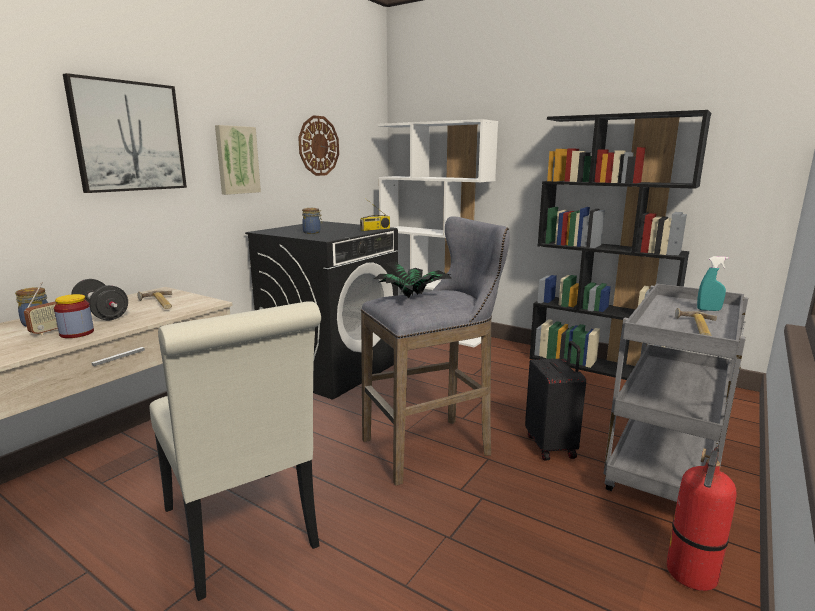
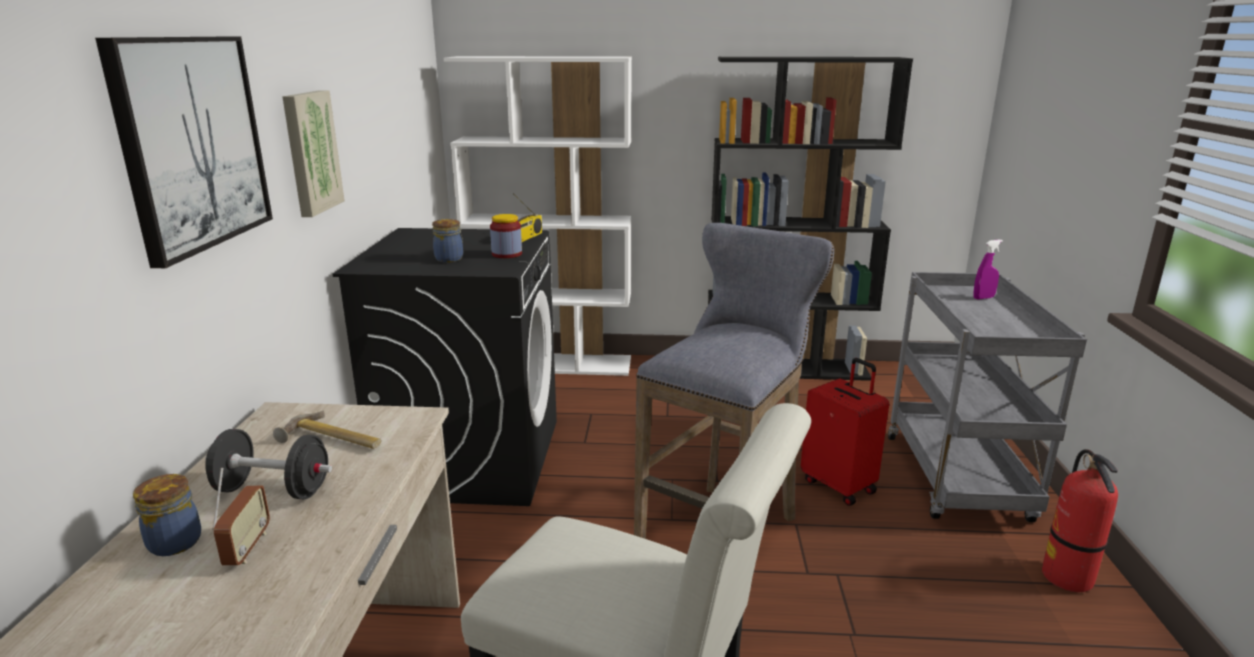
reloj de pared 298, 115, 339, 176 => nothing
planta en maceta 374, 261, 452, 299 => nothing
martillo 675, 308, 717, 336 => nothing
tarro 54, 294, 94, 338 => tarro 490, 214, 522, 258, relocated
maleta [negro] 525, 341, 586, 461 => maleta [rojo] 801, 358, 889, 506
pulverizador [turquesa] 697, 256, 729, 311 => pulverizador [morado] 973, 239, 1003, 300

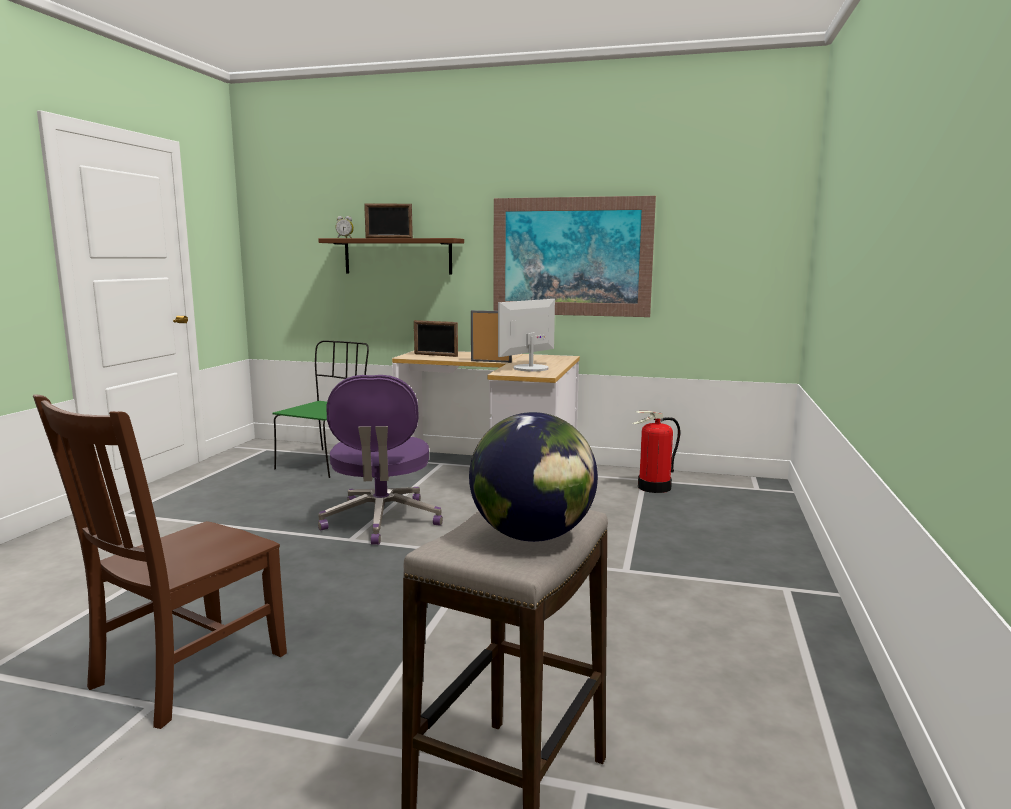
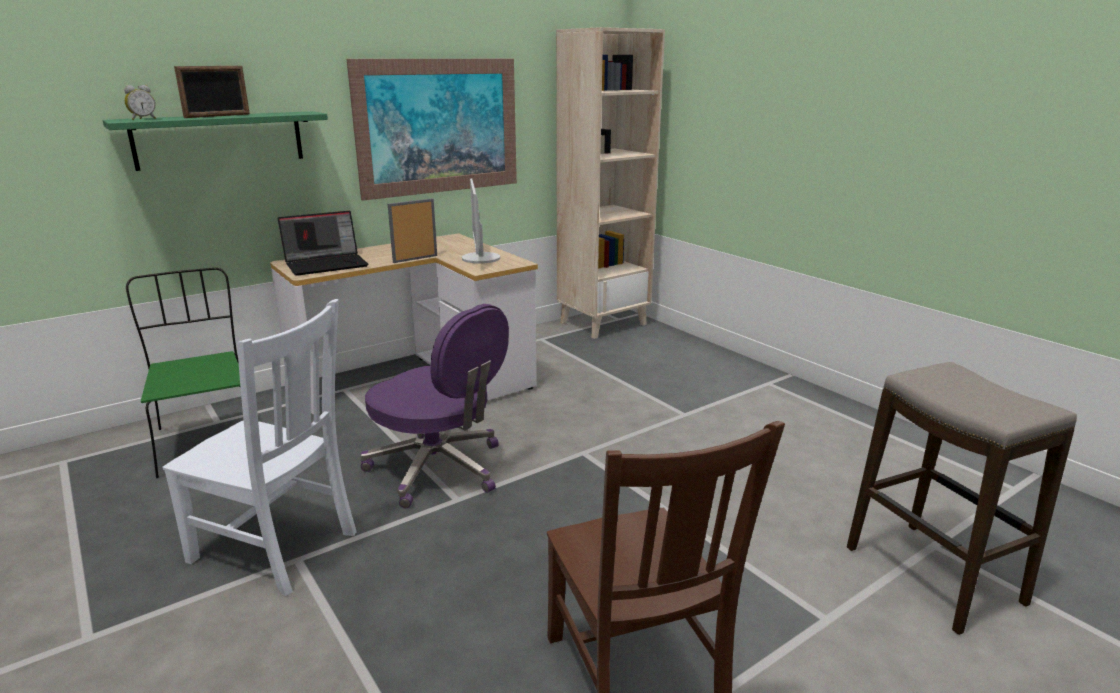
globo terráqueo 469, 412, 598, 542 => nothing
extintor 633, 411, 681, 493 => nothing
nothing => silla [blanco] 162, 299, 357, 596
nothing => estantería [beis] 556, 27, 665, 339
portarretratos 414, 320, 458, 357 => portátil 278, 211, 368, 276
estante [marrón] 318, 238, 464, 275 => estante [verde] 103, 111, 328, 171

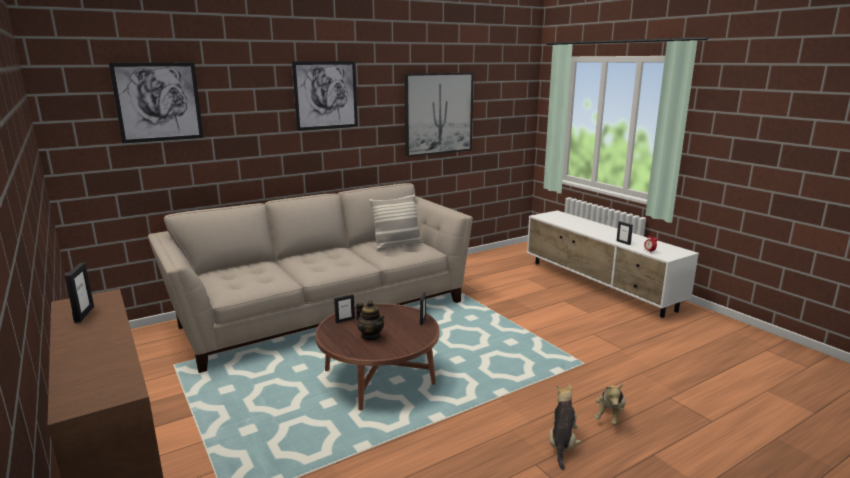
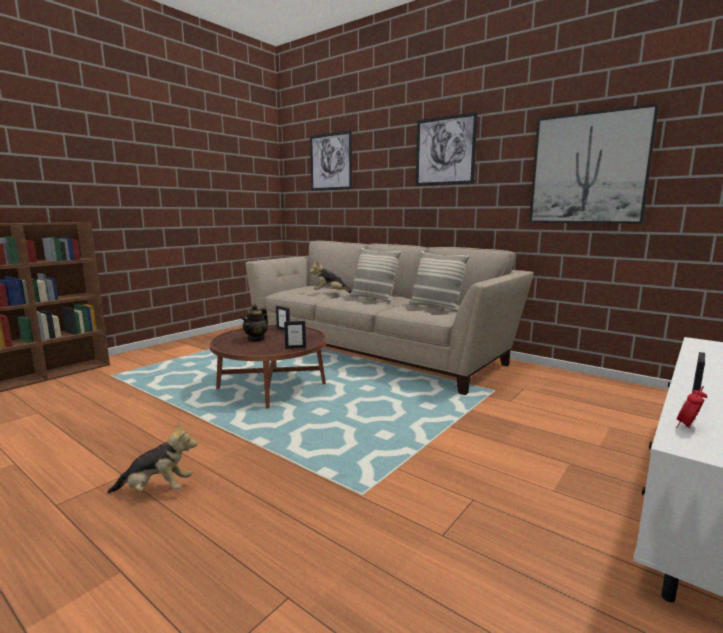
portarretratos 65, 263, 94, 323 => nothing
nothing => cojín 350, 248, 401, 302
peluche 594, 384, 626, 426 => peluche 309, 261, 352, 293, relocated

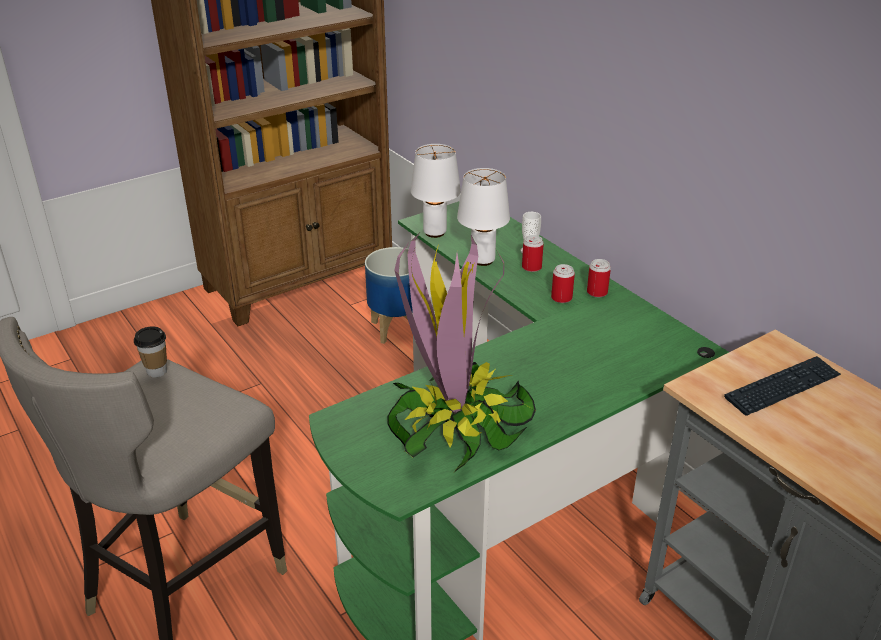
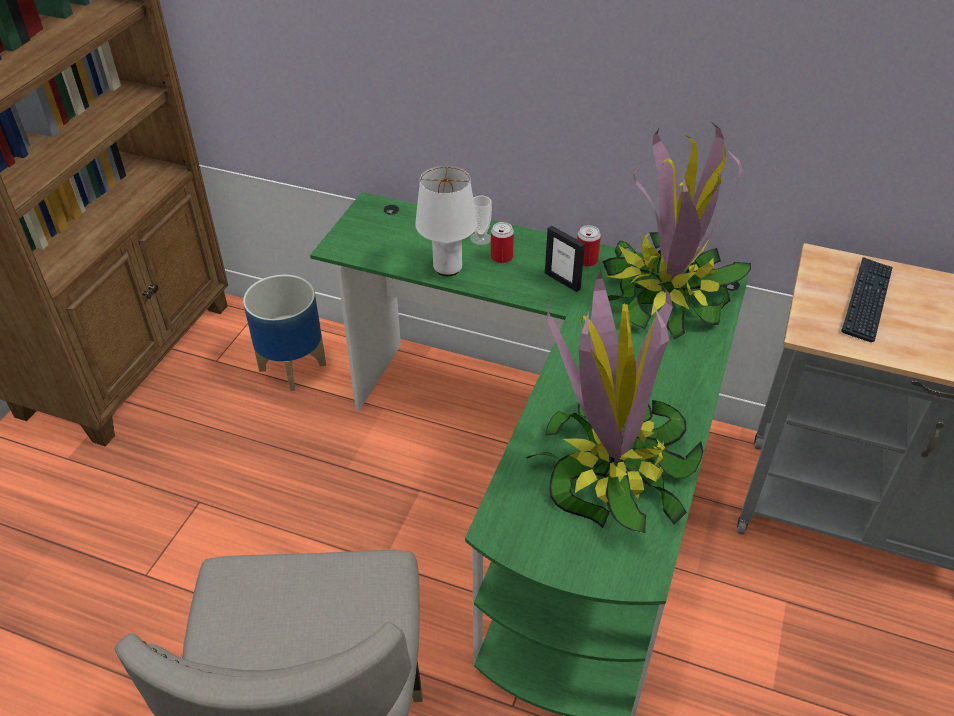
taza 134, 326, 167, 378 => nothing
lámpara de mesa [blanco] 411, 144, 461, 238 => nothing
nothing => planta en maceta 602, 122, 751, 340
lata 551, 264, 575, 303 => portarretratos 545, 225, 585, 292

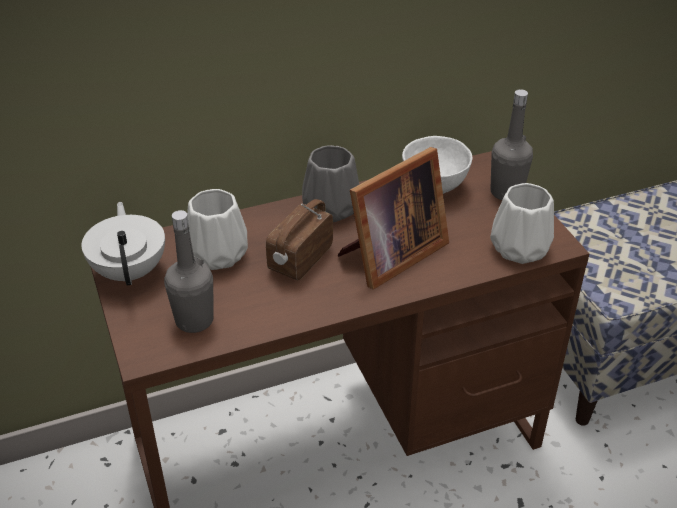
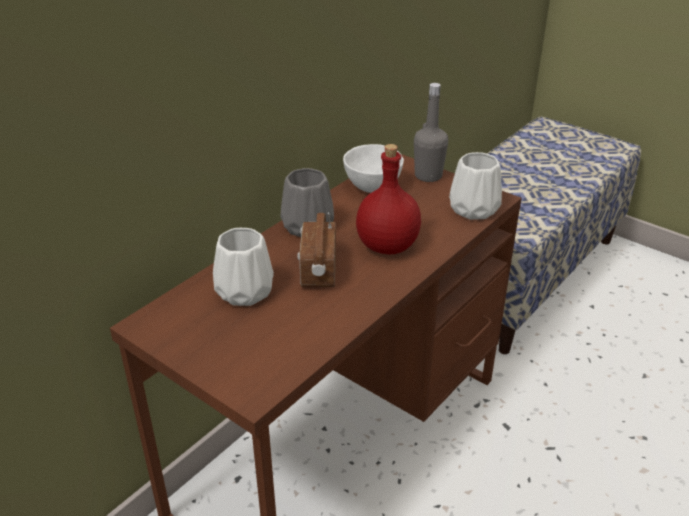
tetera [blanco] 81, 202, 165, 286 => nothing
botella [gris] 164, 210, 214, 333 => nothing
portarretratos 338, 147, 449, 289 => botella [rojo] 356, 144, 421, 254

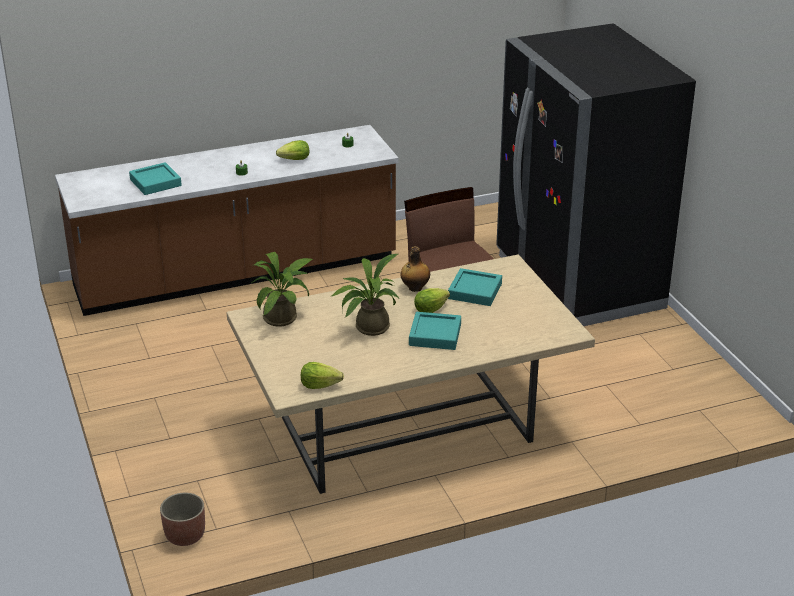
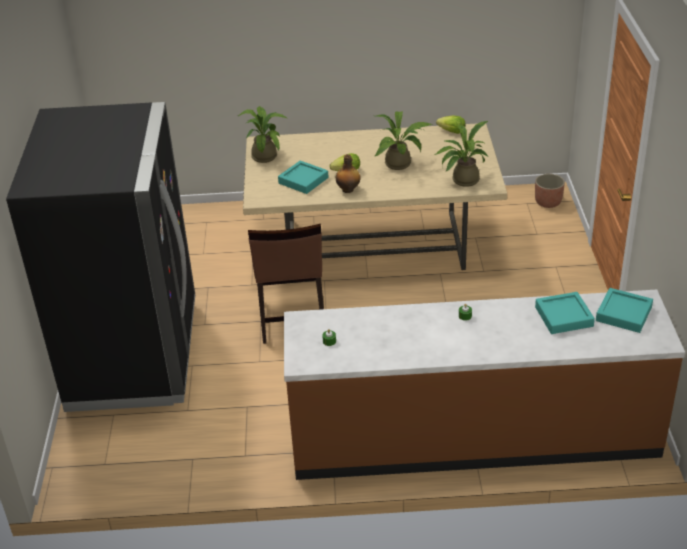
lechuga 276, 140, 309, 160 => nothing
nothing => planta en maceta 238, 106, 288, 163
bandeja [turquesa] 409, 312, 461, 350 => bandeja [turquesa] 596, 288, 653, 333, relocated

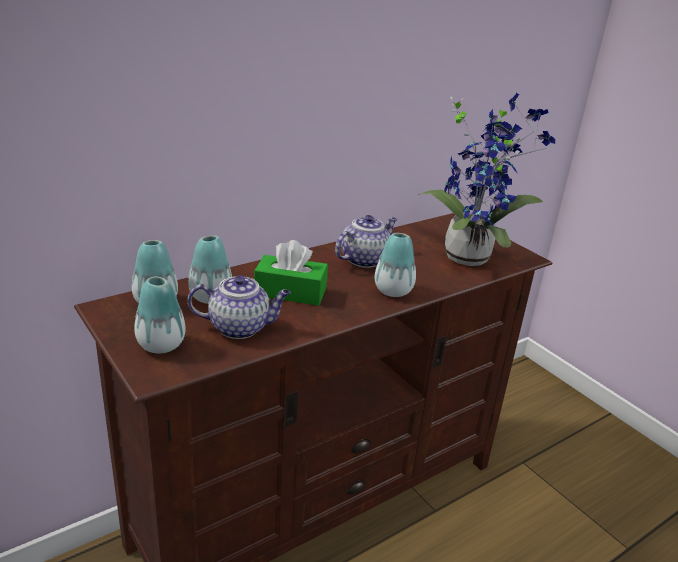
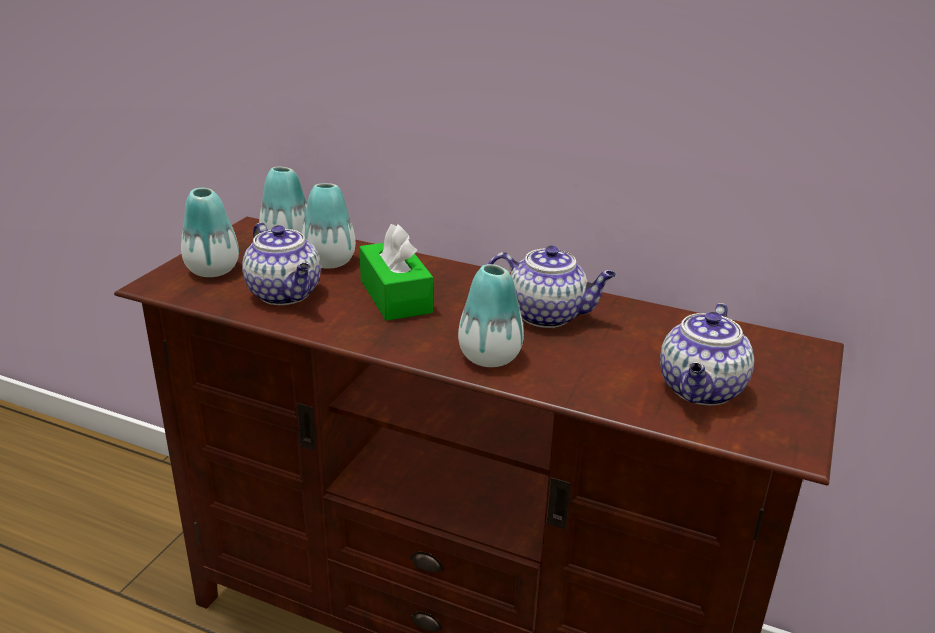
planta en maceta 418, 93, 555, 266 => tetera 660, 303, 754, 405

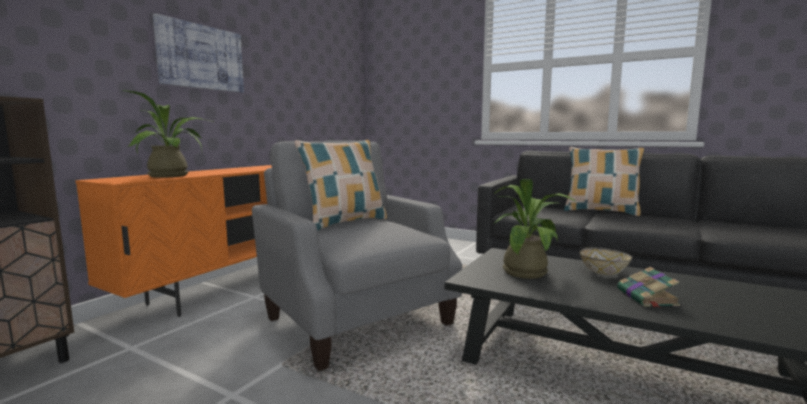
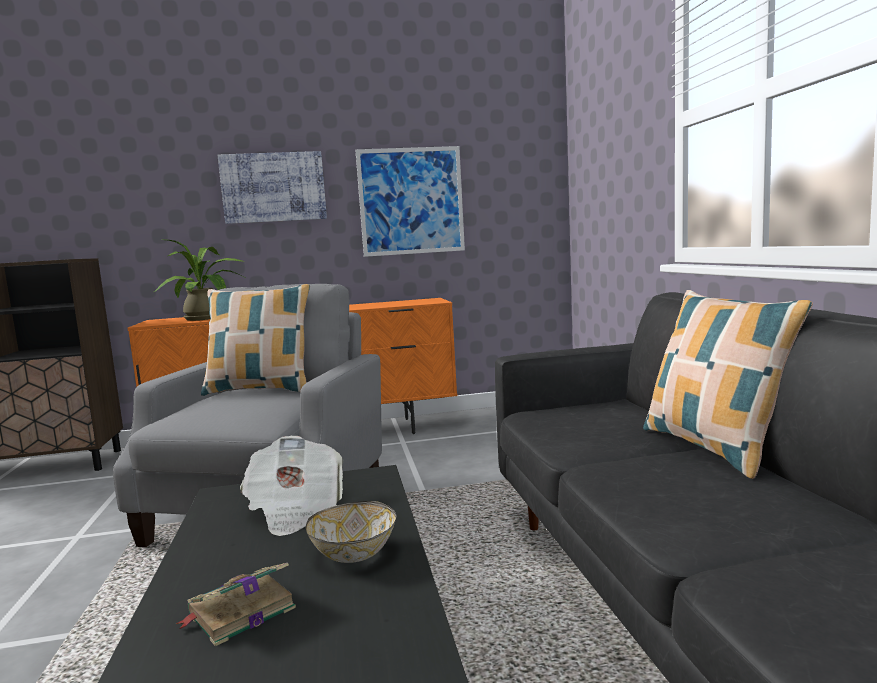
nothing => cuadro 355, 146, 465, 257
planta en maceta 493, 179, 576, 279 => periódico 240, 436, 343, 536

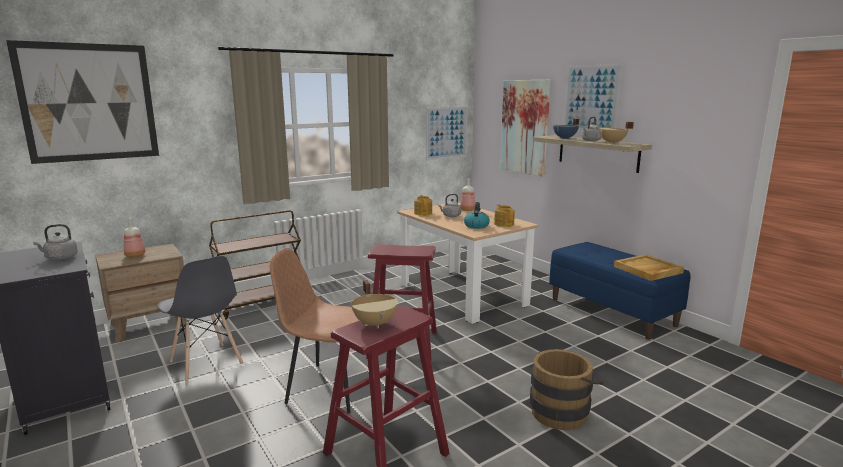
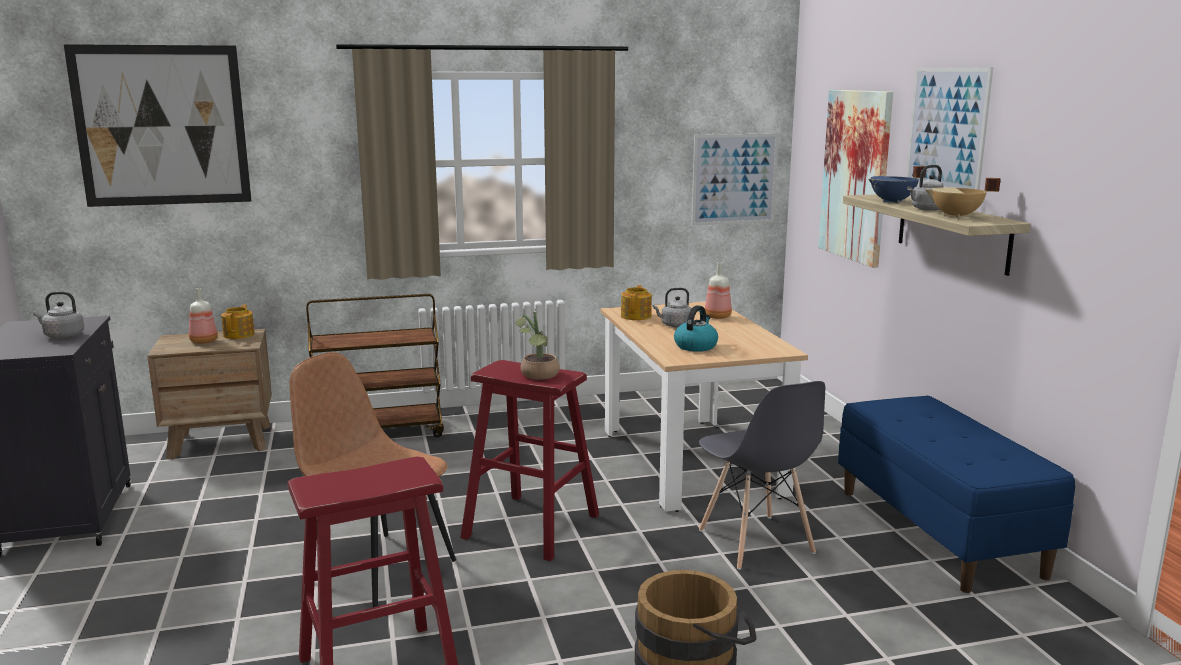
olla [beis] 351, 280, 398, 328 => nothing
bandeja [beis] 614, 254, 684, 281 => nothing
nothing => planta en maceta 516, 311, 560, 380
silla [gris] 157, 256, 243, 383 => silla [gris] 699, 381, 825, 570, relocated
tetera 494, 204, 515, 227 => tetera 221, 305, 255, 339, relocated

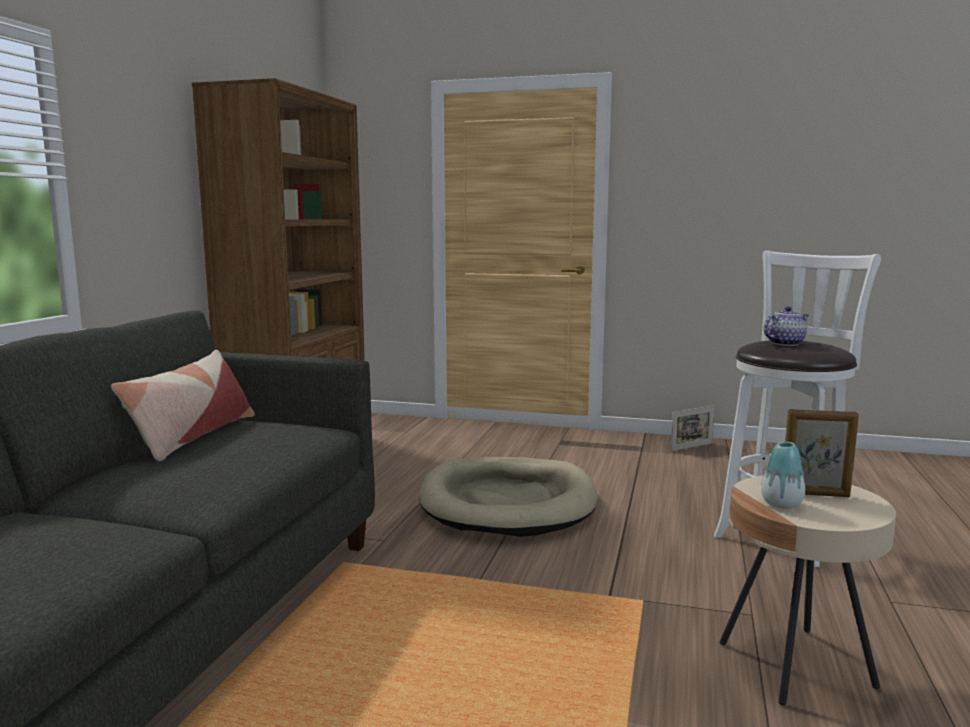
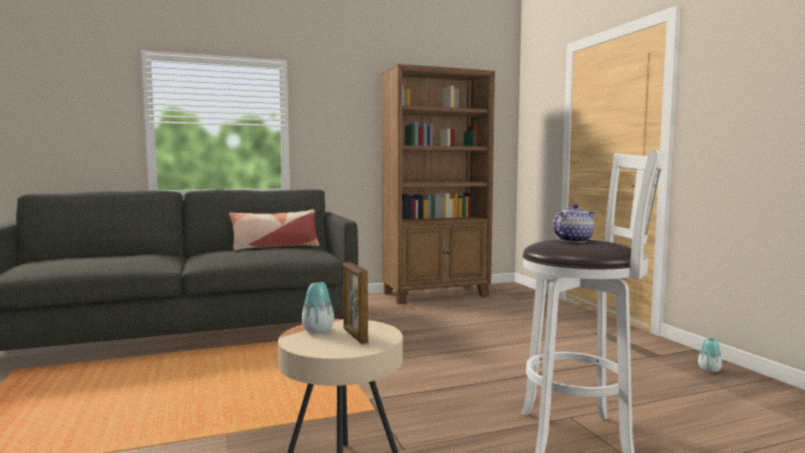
cama para perro [beis] 419, 457, 597, 537 => nothing
portarretratos 671, 405, 714, 451 => florero 698, 338, 722, 372
tetera 764, 307, 809, 346 => tetera 553, 204, 595, 242, 60 degrees counterclockwise

